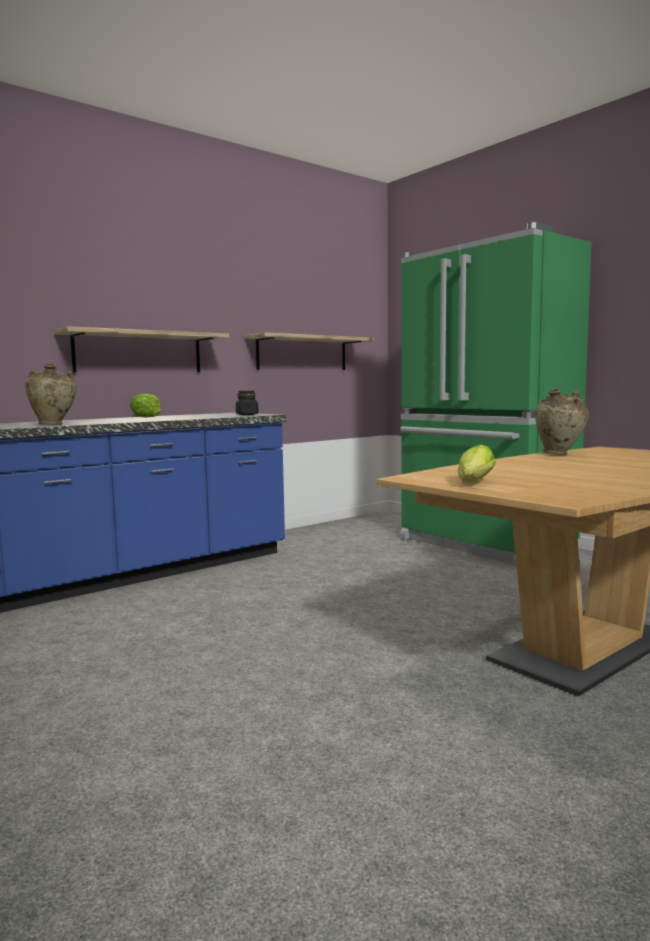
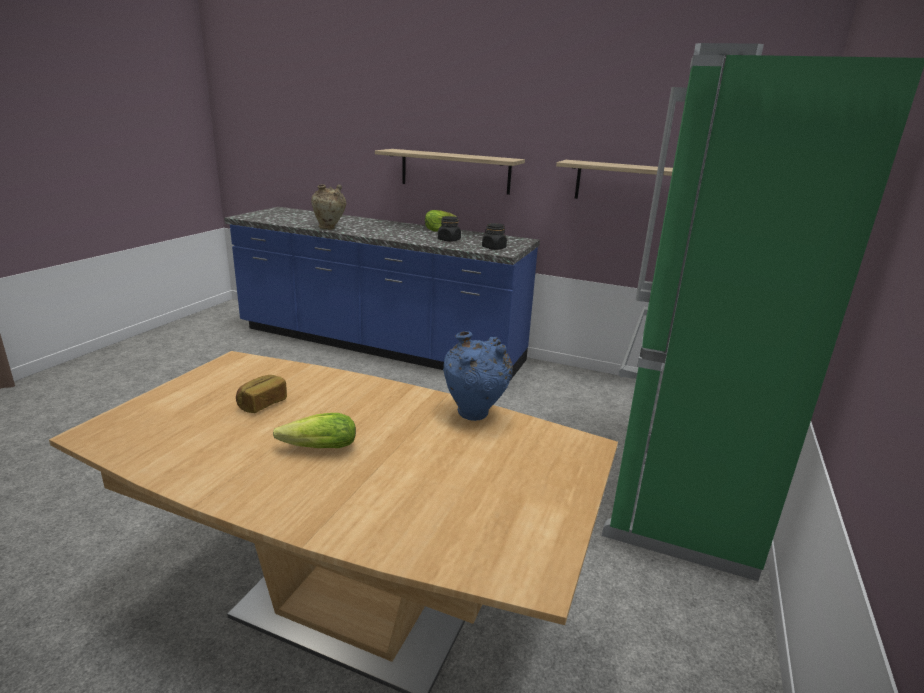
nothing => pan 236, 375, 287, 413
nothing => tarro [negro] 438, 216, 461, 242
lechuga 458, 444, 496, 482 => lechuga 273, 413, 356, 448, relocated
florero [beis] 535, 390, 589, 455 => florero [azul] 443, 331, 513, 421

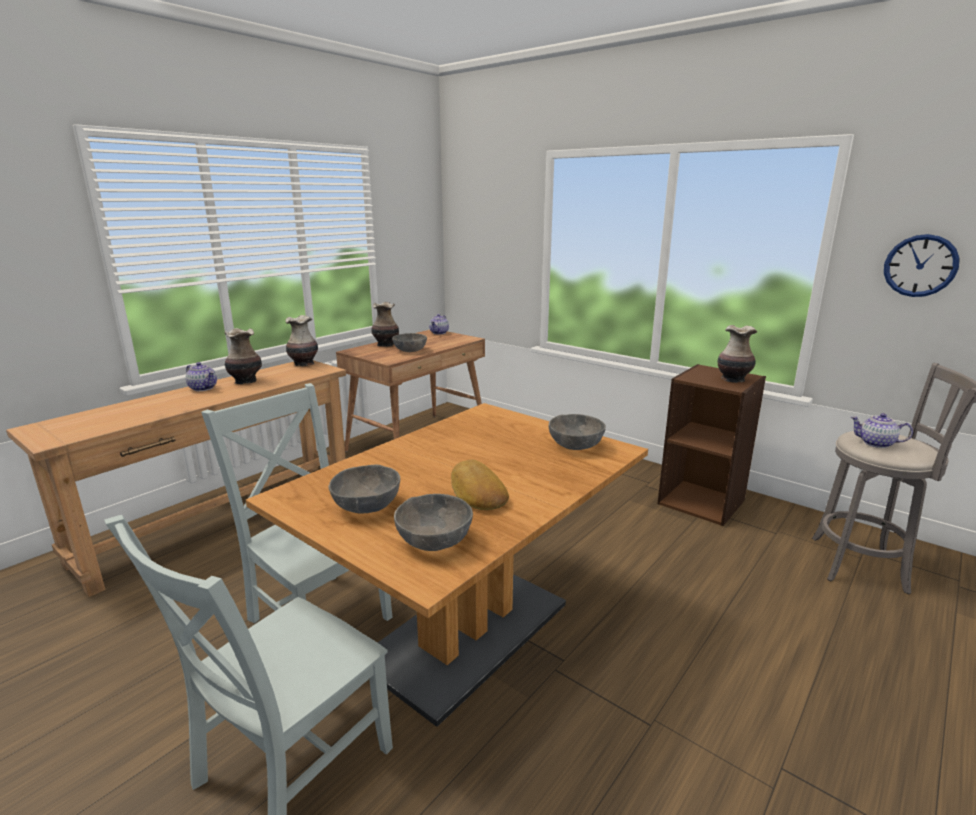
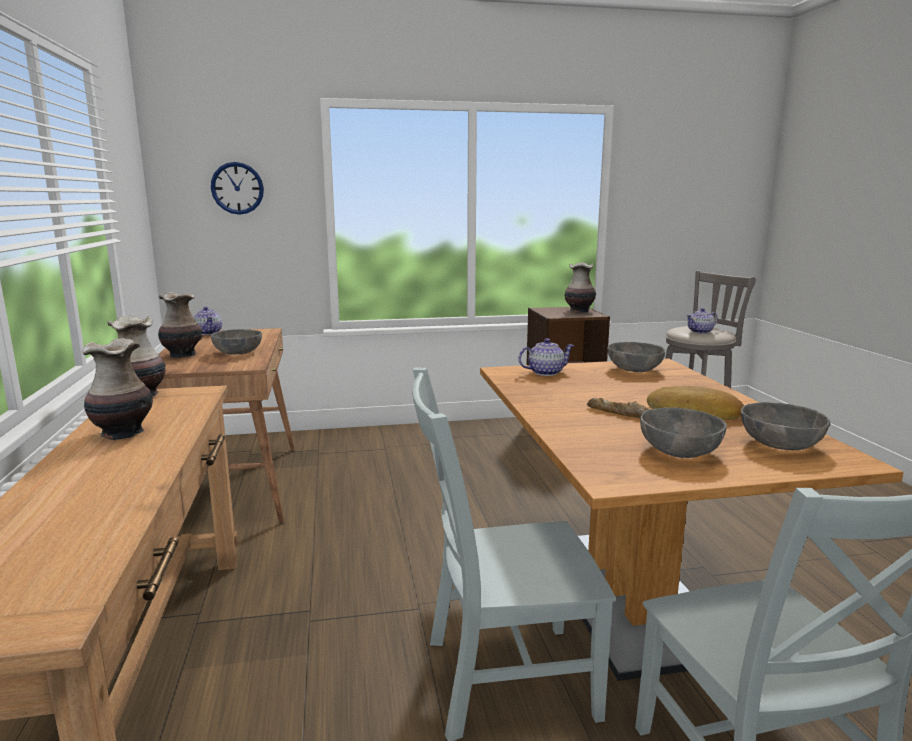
nothing => pan 587, 398, 649, 418
tetera 186, 362, 217, 391 => tetera 519, 338, 574, 376, relocated
reloj de pared 884, 234, 960, 297 => reloj de pared 211, 162, 264, 215, relocated

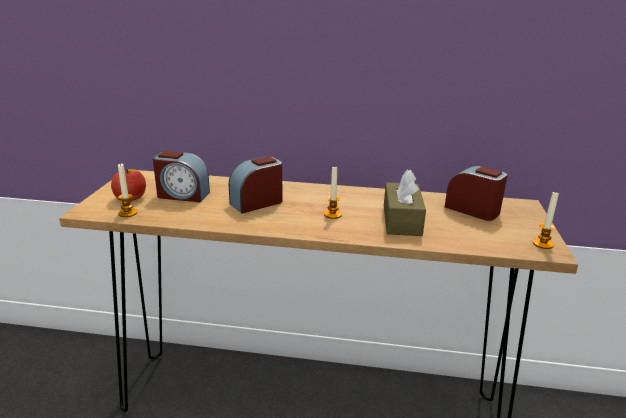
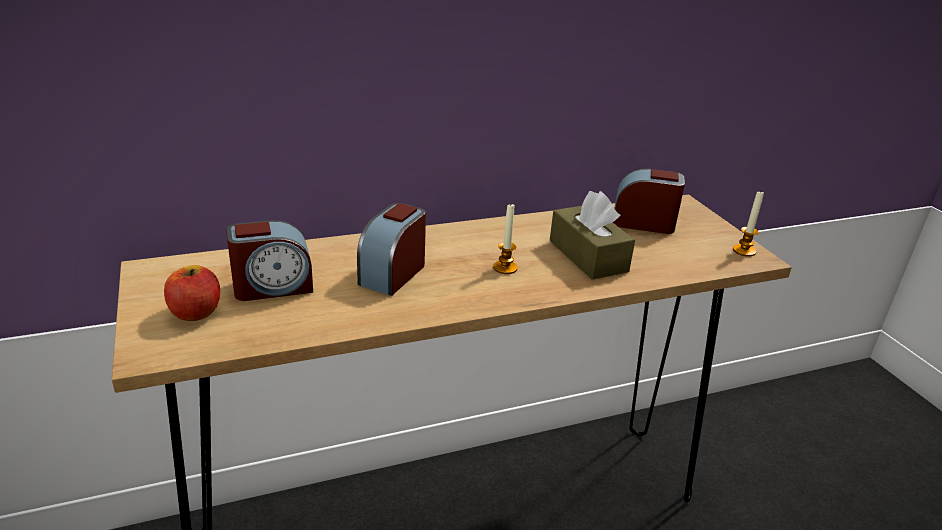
vela 118, 163, 137, 217 => nothing

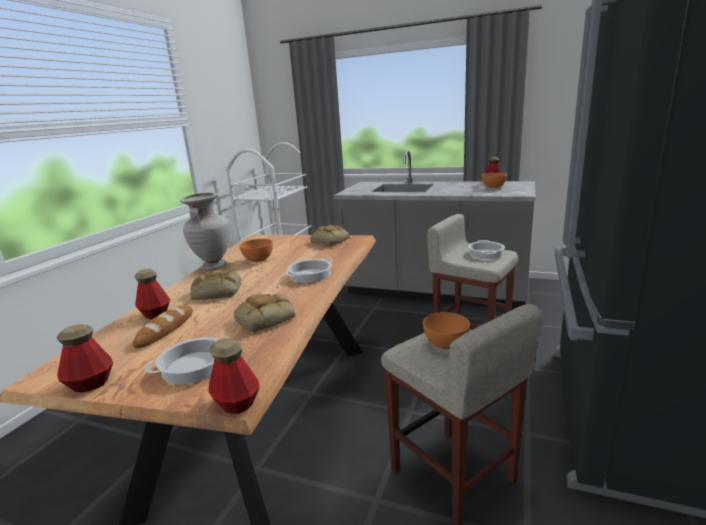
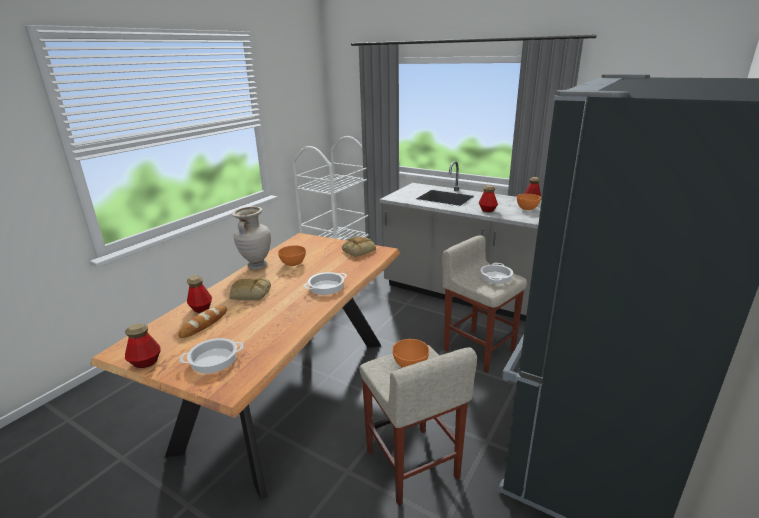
pan 234, 294, 295, 333 => nothing
botella 208, 338, 259, 414 => botella 479, 185, 498, 212, relocated

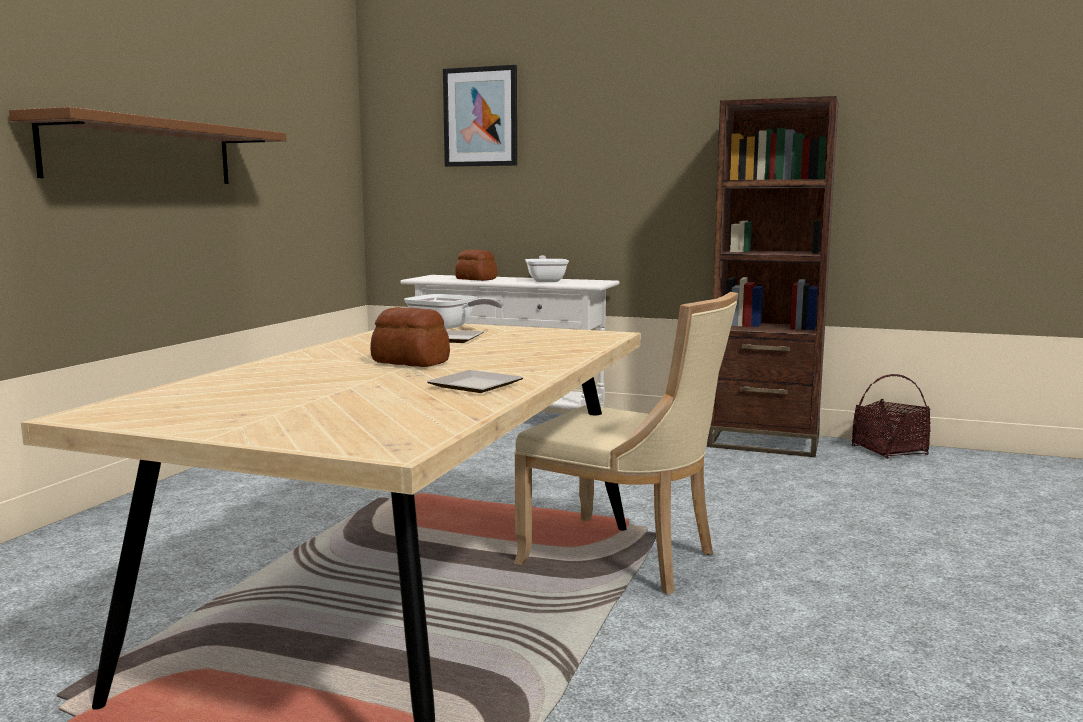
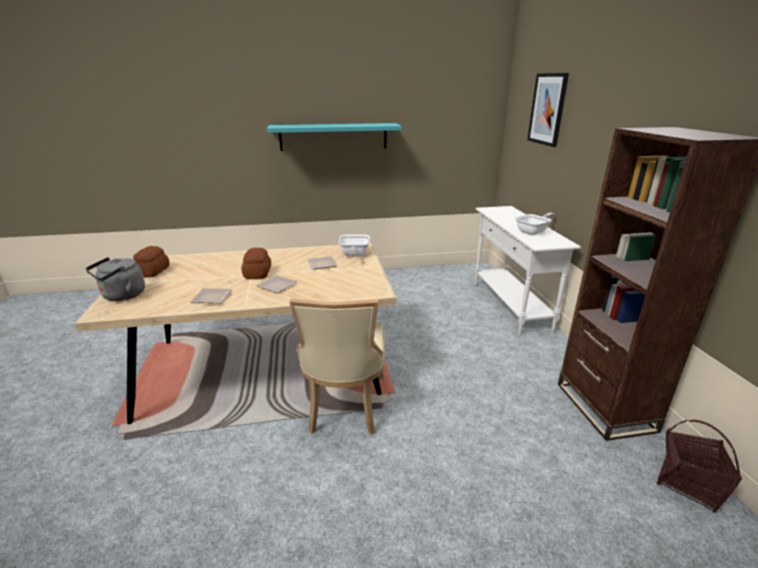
nothing => hervidor [gris] 86, 257, 145, 301
nothing => plato 256, 275, 297, 293
pan 455, 250, 498, 281 => pan 133, 246, 169, 277, relocated
estante [marrón] 9, 107, 287, 184 => estante [turquesa] 267, 123, 402, 151

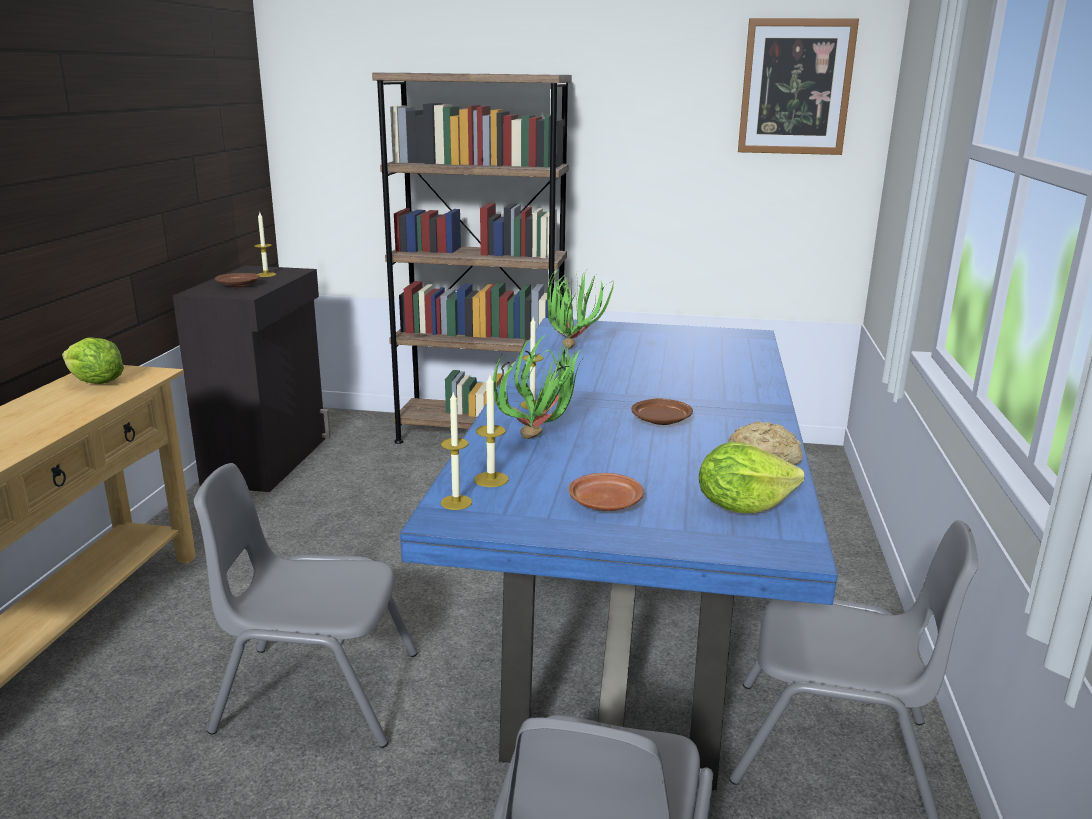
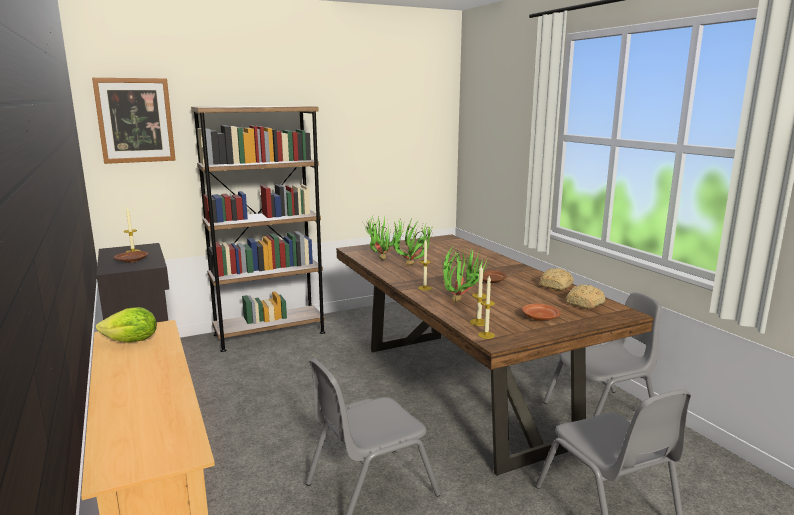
nothing => planta en maceta 393, 217, 433, 266
cuadro 738, 18, 859, 155 => cuadro 92, 78, 176, 164, relocated
lechuga 699, 442, 805, 513 => pan 566, 284, 605, 309
mesa de comedor [azul] 400, 318, 838, 791 => mesa de comedor [marrón] 336, 234, 654, 476

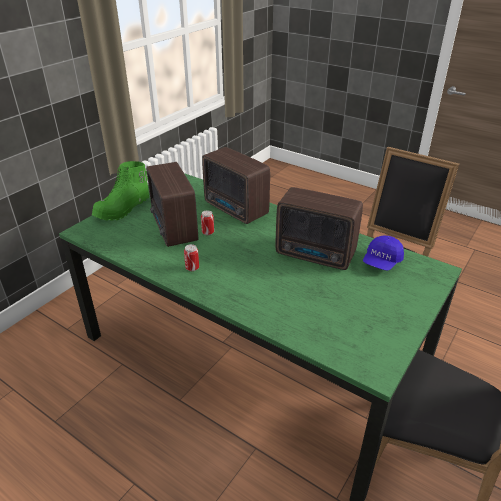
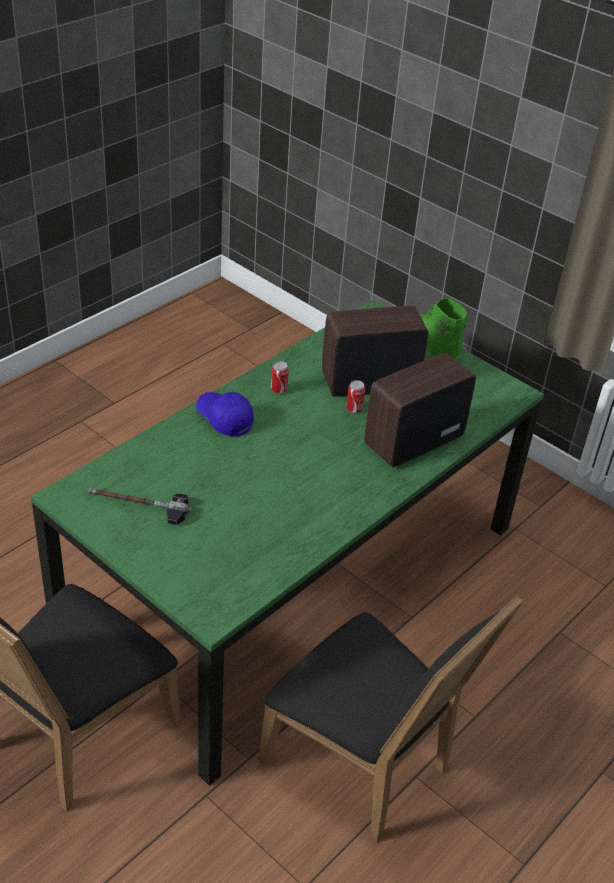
radio 276, 187, 363, 270 => nothing
nothing => martillo 88, 487, 191, 525
gorra [azul] 363, 235, 404, 271 => gorra [azul] 196, 392, 254, 437, relocated

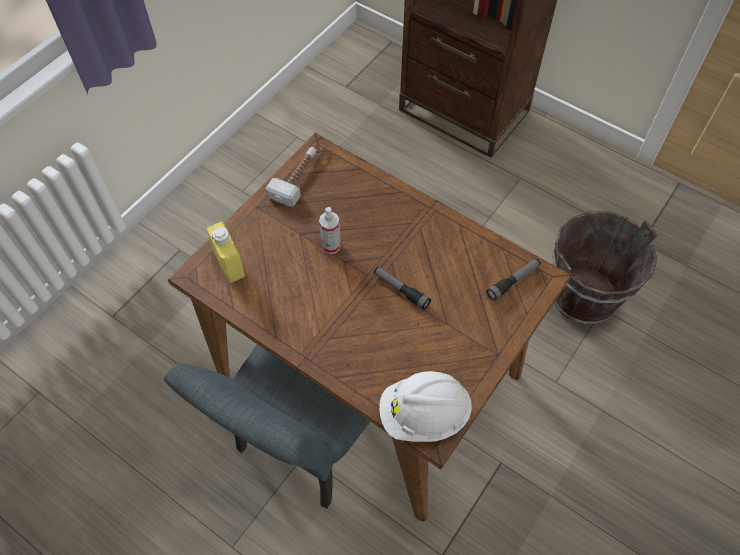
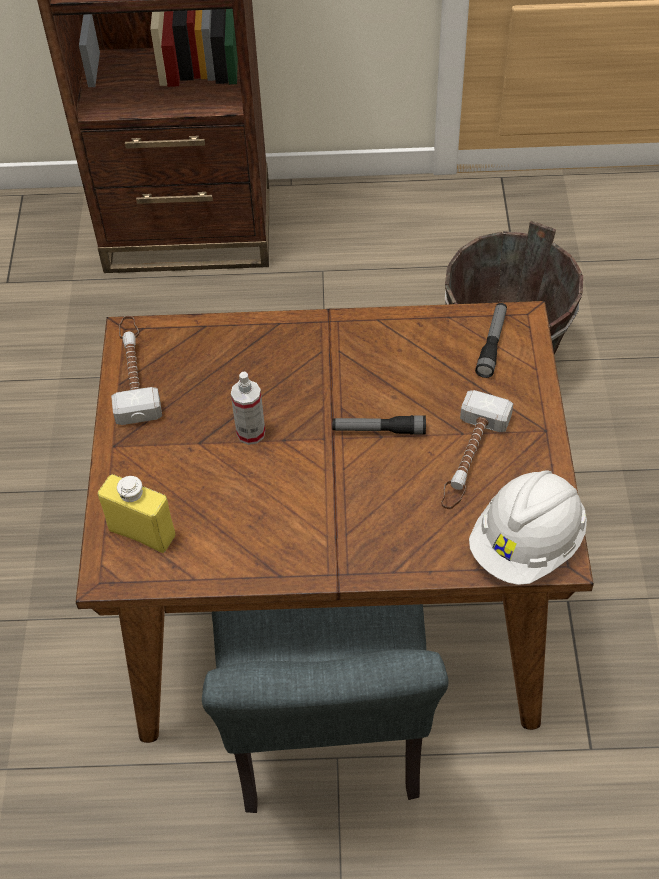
nothing => martillo 441, 390, 513, 509

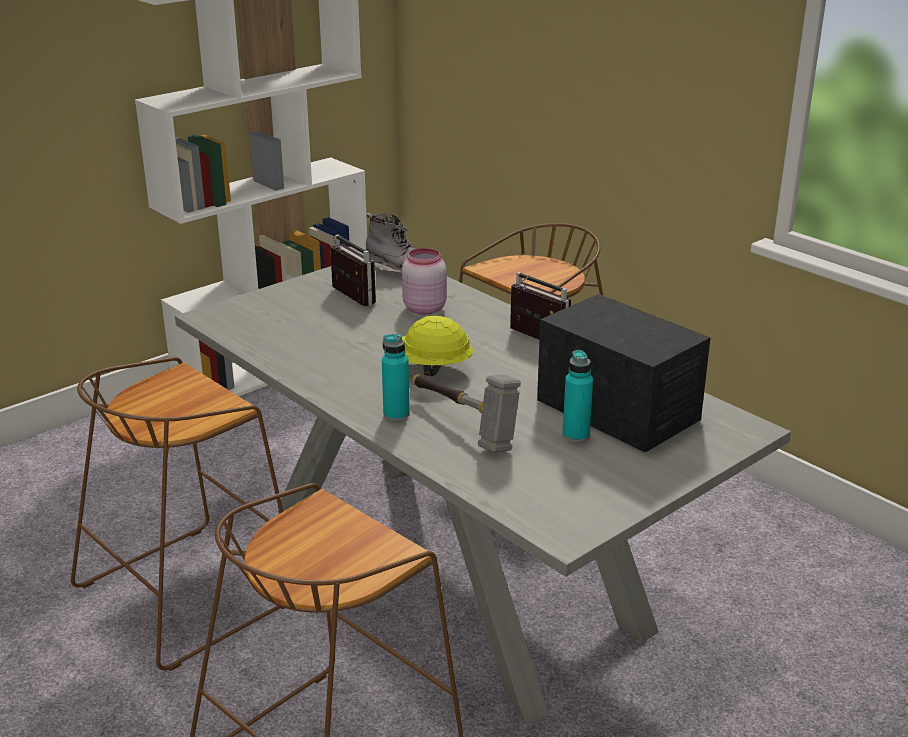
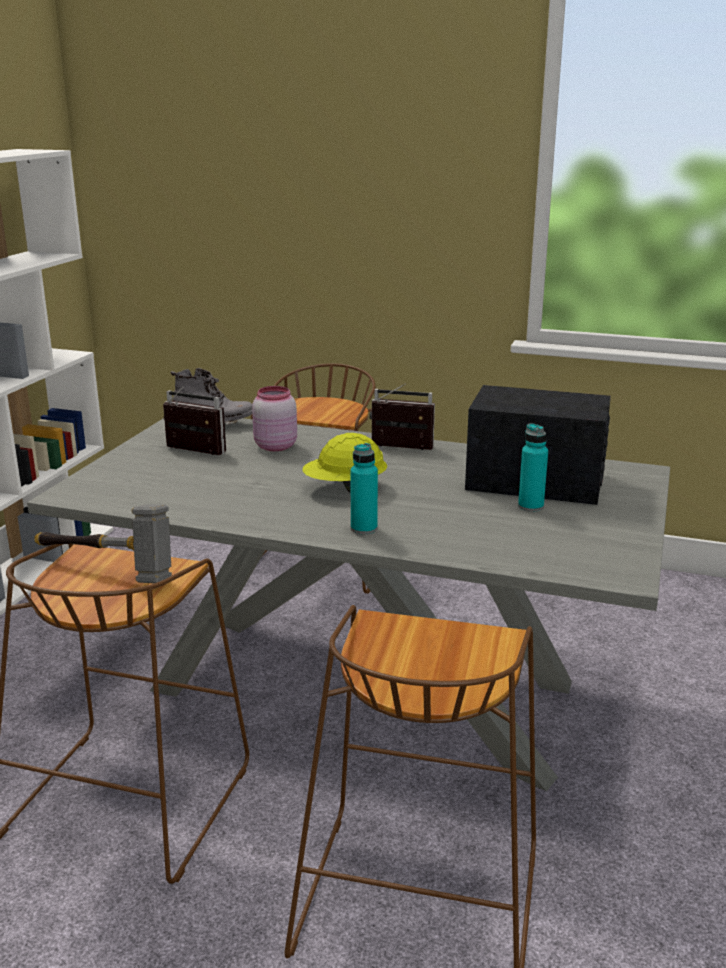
martillo 412, 374, 521, 453 => martillo 34, 504, 172, 583, relocated

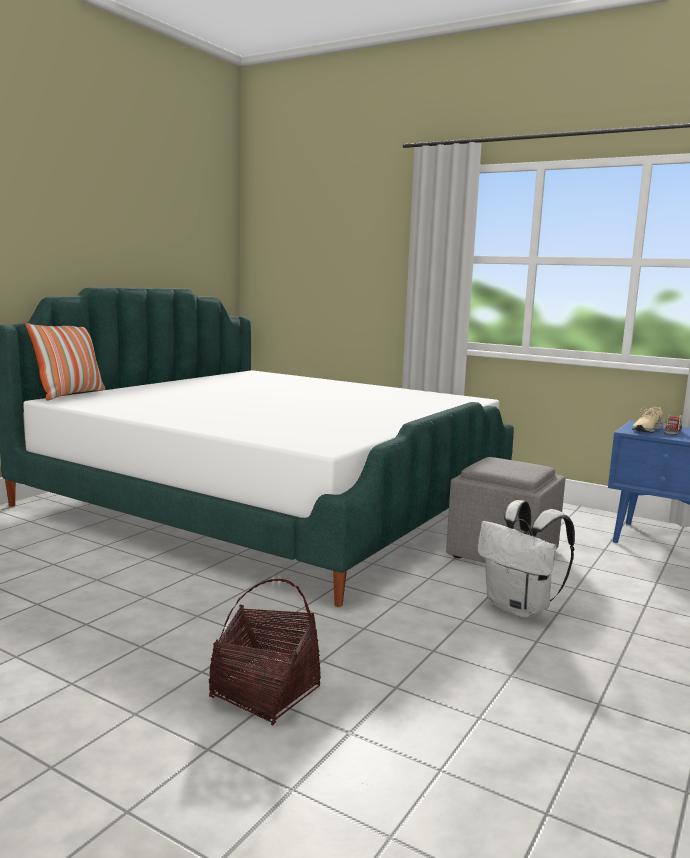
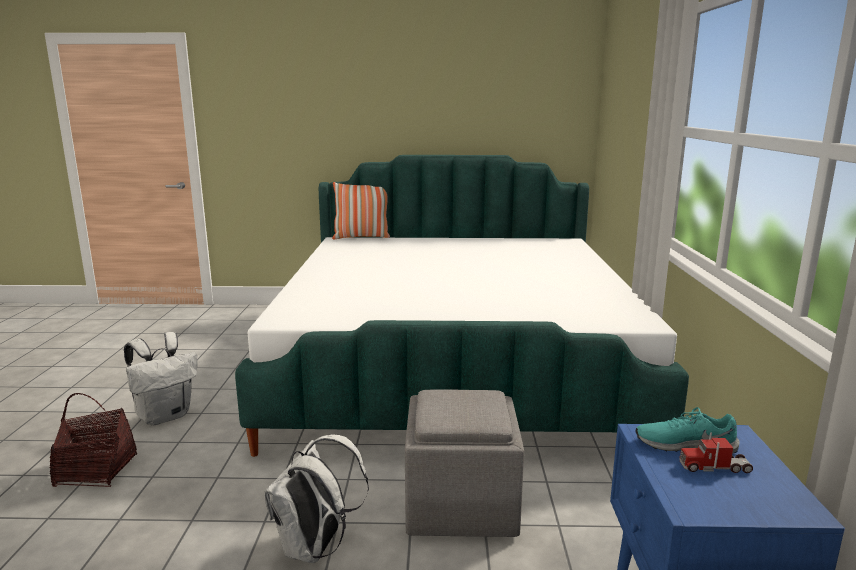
nothing => mochila [blanco] 124, 332, 198, 425
zapato [beis] 632, 407, 663, 433 => zapato [turquesa] 635, 407, 740, 454

